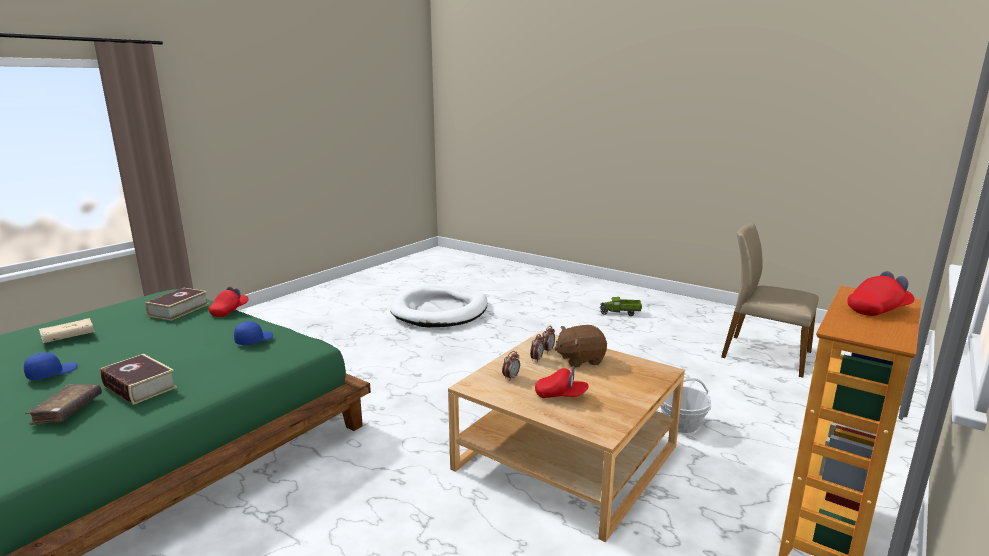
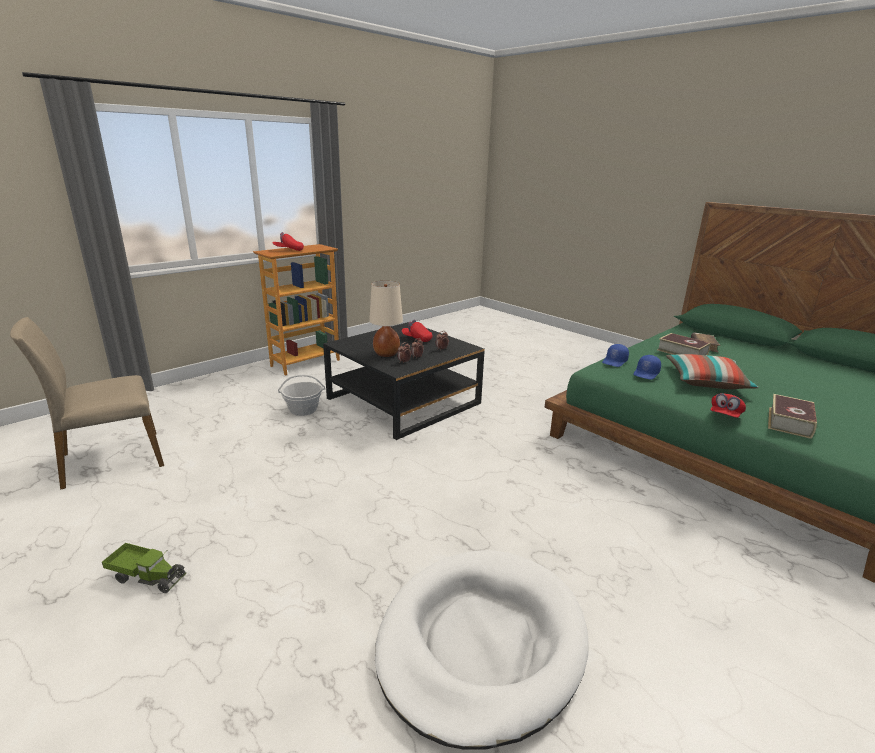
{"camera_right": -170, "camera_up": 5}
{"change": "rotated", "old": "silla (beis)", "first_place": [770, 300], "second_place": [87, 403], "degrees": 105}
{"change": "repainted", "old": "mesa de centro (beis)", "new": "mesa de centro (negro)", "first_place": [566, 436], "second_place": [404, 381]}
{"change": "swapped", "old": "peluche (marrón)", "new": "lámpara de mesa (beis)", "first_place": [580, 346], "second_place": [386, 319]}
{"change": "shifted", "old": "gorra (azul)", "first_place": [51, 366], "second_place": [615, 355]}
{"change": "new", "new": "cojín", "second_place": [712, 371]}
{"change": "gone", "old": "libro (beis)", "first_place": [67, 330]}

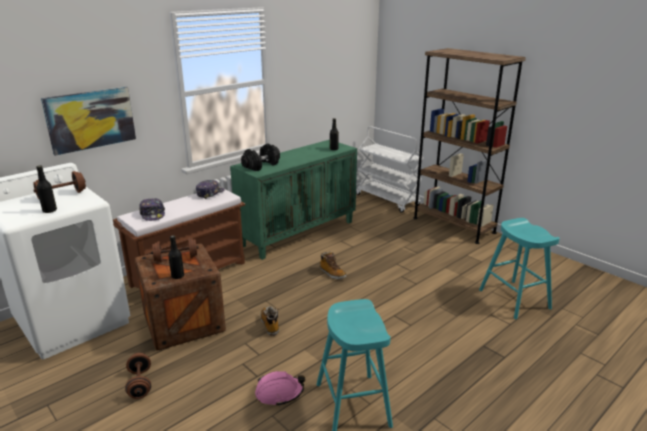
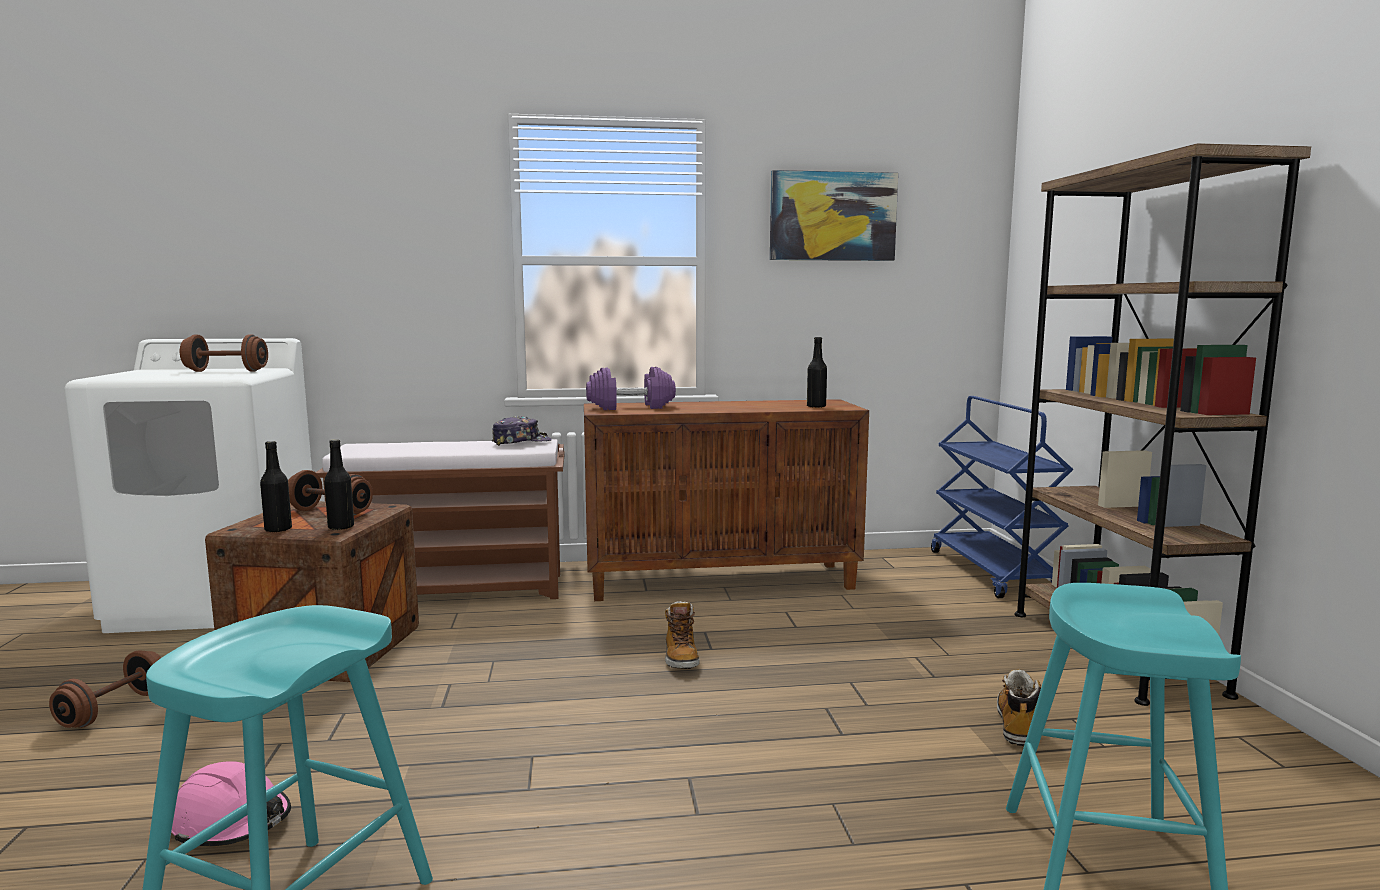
{"camera_right": 35, "camera_up": -15}
{"change": "shifted", "old": "botella (negro)", "first_place": [46, 189], "second_place": [339, 484]}
{"change": "repainted", "old": "armario (verde)", "new": "armario (marrón)", "first_place": [293, 200], "second_place": [726, 500]}
{"change": "repainted", "old": "mancuerna (negro)", "new": "mancuerna (morado)", "first_place": [260, 157], "second_place": [631, 388]}
{"change": "shifted", "old": "cuadro", "first_place": [88, 121], "second_place": [834, 215]}
{"change": "repainted", "old": "carrito (blanco)", "new": "carrito (azul)", "first_place": [389, 169], "second_place": [1002, 497]}
{"change": "shifted", "old": "bota", "first_place": [269, 321], "second_place": [1019, 708]}
{"change": "gone", "old": "gorra", "first_place": [152, 209]}

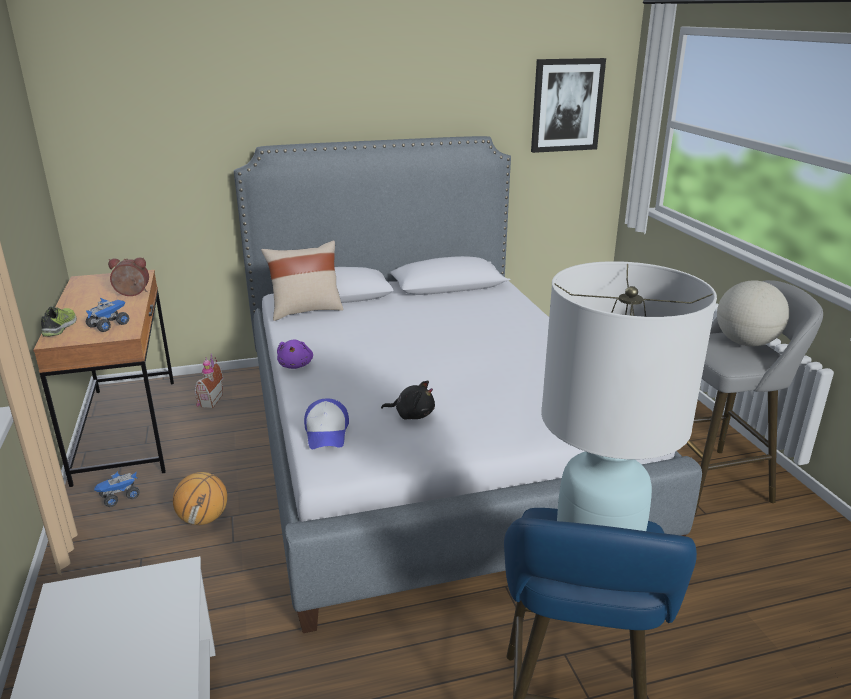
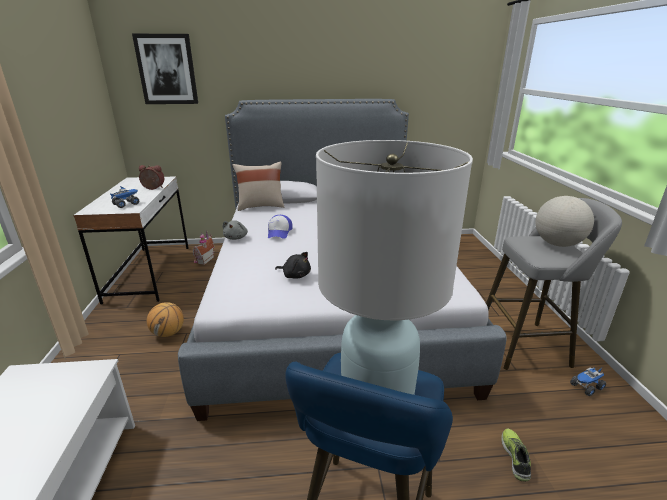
{"camera_right": 10, "camera_up": 0}
{"change": "repainted", "old": "escritorio (marrón)", "new": "escritorio (blanco)", "first_place": [103, 378], "second_place": [131, 240]}
{"change": "shifted", "old": "cuadro", "first_place": [568, 105], "second_place": [165, 69]}
{"change": "repainted", "old": "peluche (morado)", "new": "peluche (gris)", "first_place": [295, 354], "second_place": [235, 230]}
{"change": "shifted", "old": "gorra", "first_place": [326, 424], "second_place": [280, 227]}
{"change": "shifted", "old": "zapato", "first_place": [59, 321], "second_place": [516, 455]}
{"change": "shifted", "old": "camión de juguete", "first_place": [117, 489], "second_place": [588, 382]}

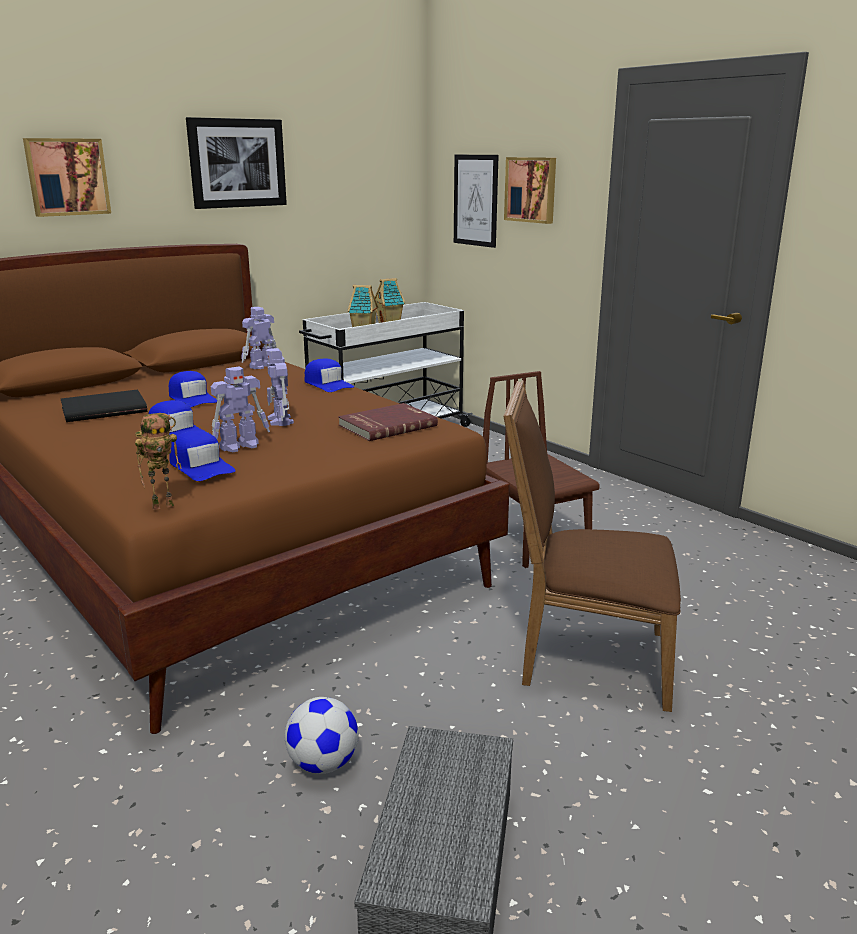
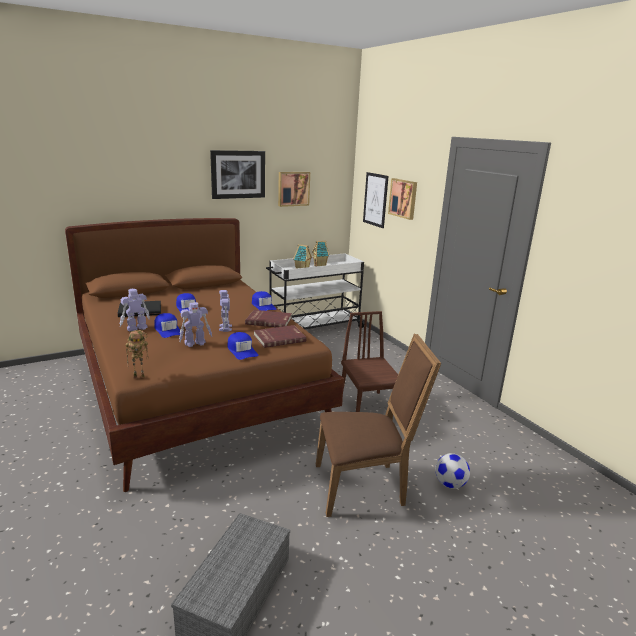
{"camera_right": 10, "camera_up": 0}
{"change": "shifted", "old": "robot de juguete", "first_place": [258, 338], "second_place": [135, 310]}
{"change": "shifted", "old": "gorra (azul)", "first_place": [202, 455], "second_place": [242, 346]}
{"change": "new", "new": "libro (rojo)", "second_place": [268, 319]}
{"change": "shifted", "old": "cuadro", "first_place": [67, 177], "second_place": [294, 189]}
{"change": "rotated", "old": "silla (marrón)", "first_place": [592, 546], "second_place": [378, 425], "degrees": 150}
{"change": "shifted", "old": "balón de fútbol", "first_place": [322, 735], "second_place": [452, 471]}

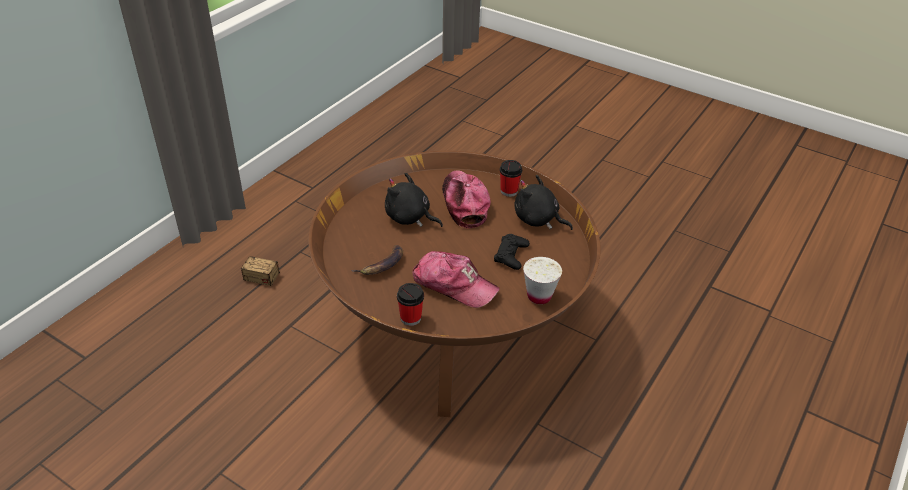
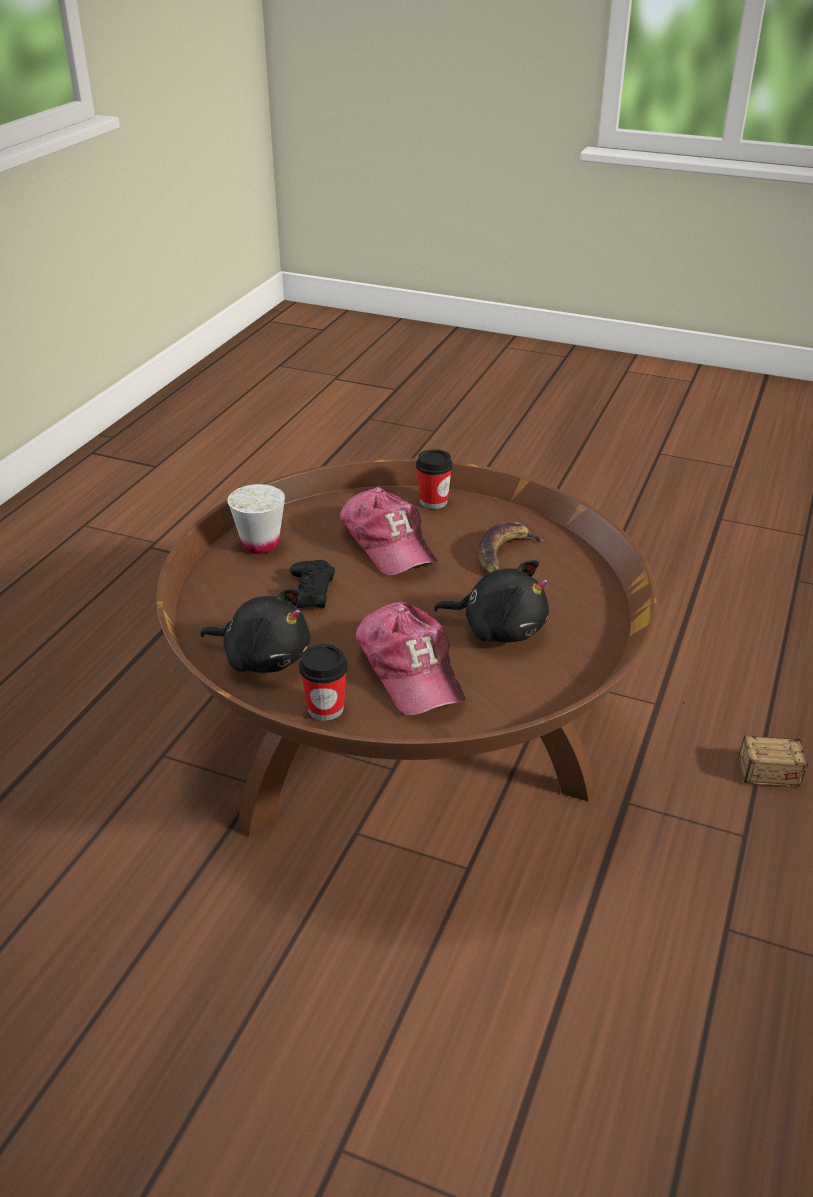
{"camera_right": 170, "camera_up": -5}
{"change": "rotated", "old": "gorra", "first_place": [456, 279], "second_place": [388, 531], "degrees": -135}

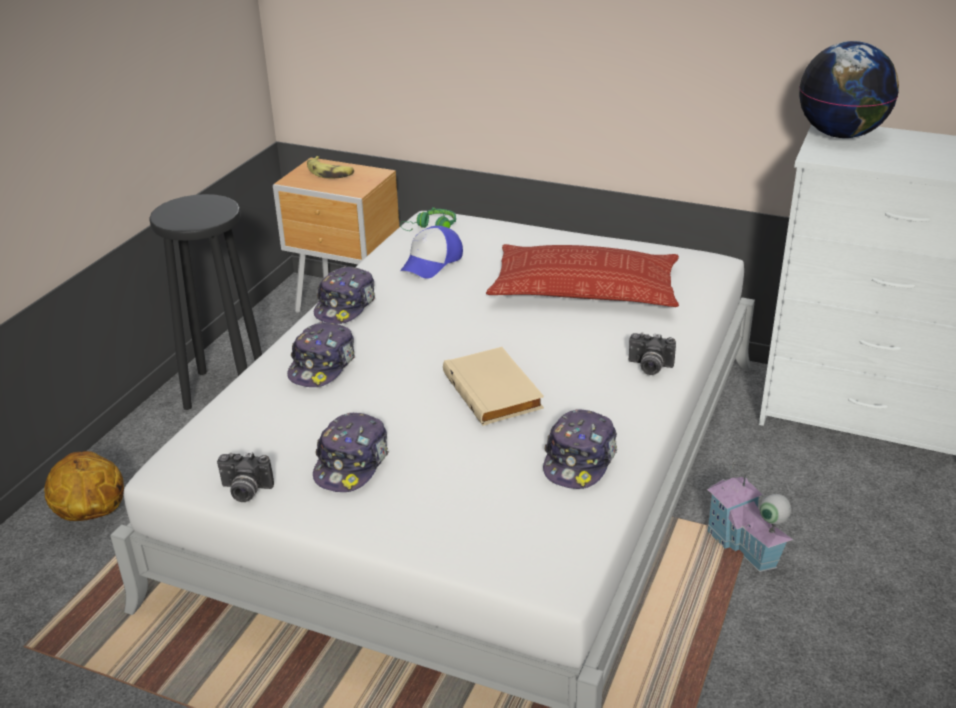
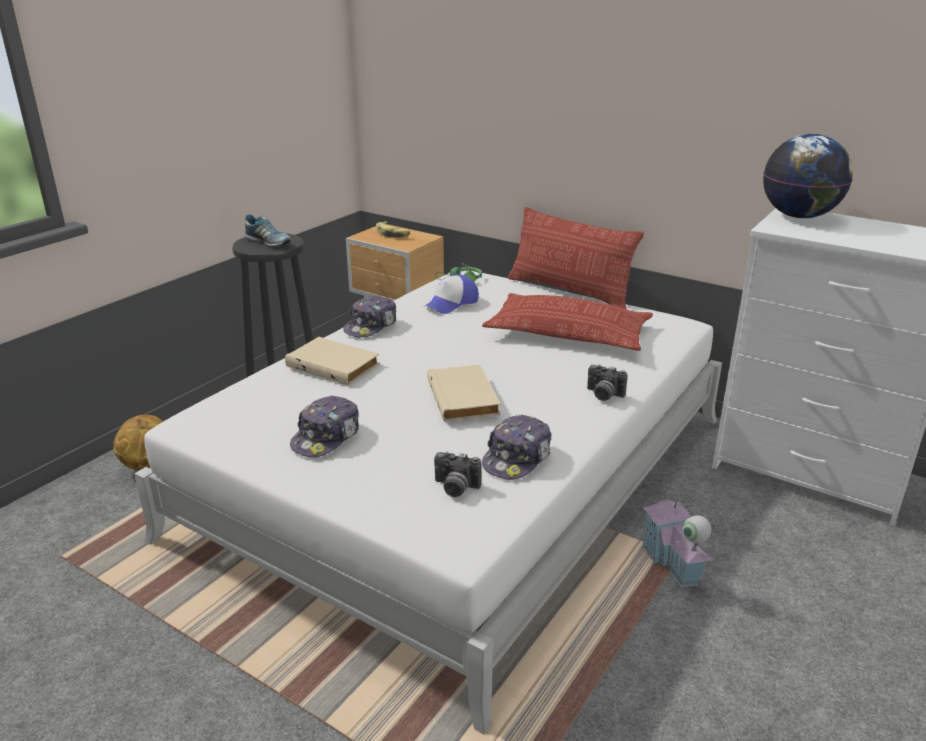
{"camera_right": 10, "camera_up": -5}
{"change": "new", "new": "zapato", "second_place": [267, 230]}
{"change": "swapped", "old": "gorra", "new": "libro (beis)", "first_place": [321, 354], "second_place": [332, 361]}
{"change": "shifted", "old": "cámara", "first_place": [245, 477], "second_place": [457, 474]}
{"change": "new", "new": "cojín", "second_place": [576, 258]}

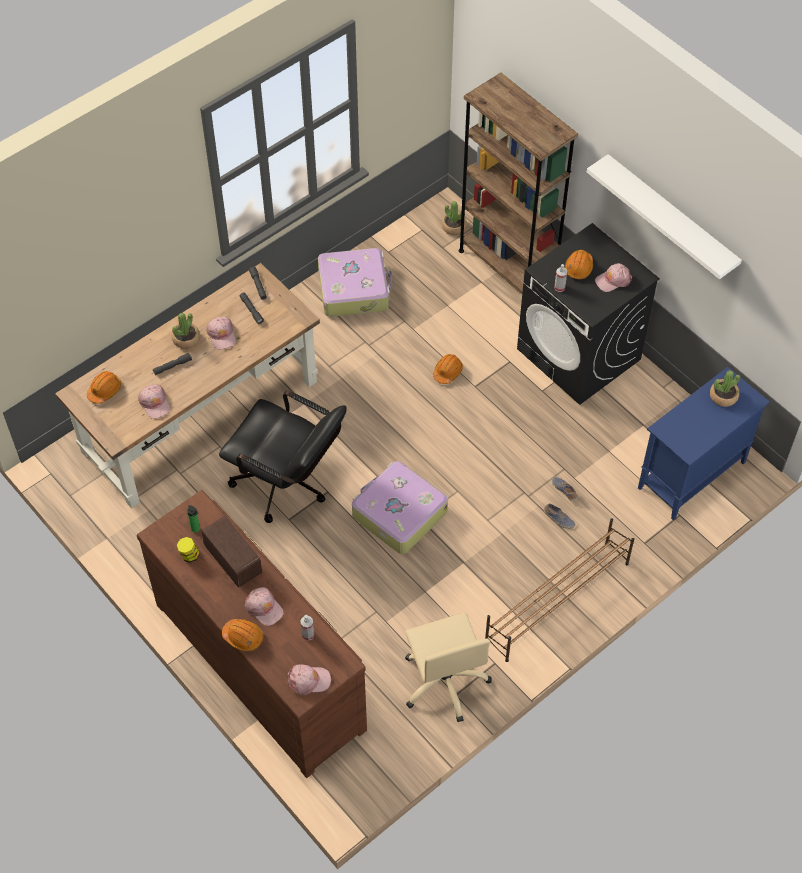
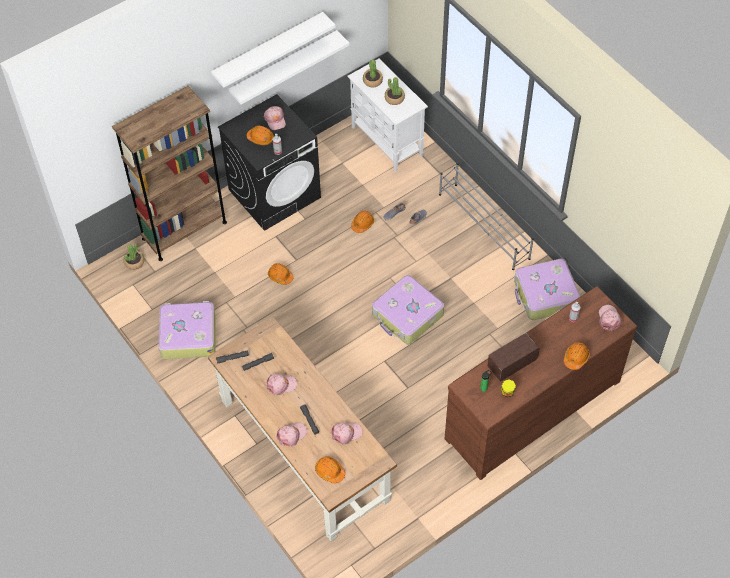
{"camera_right": -85, "camera_up": 0}
{"change": "new", "new": "estante (blanco)", "second_place": [289, 67]}
{"change": "shifted", "old": "gorra (rosa)", "first_place": [264, 606], "second_place": [292, 434]}
{"change": "repainted", "old": "armario (azul)", "new": "armario (blanco)", "first_place": [704, 444], "second_place": [387, 115]}
{"change": "new", "new": "casco (naranja)", "second_place": [362, 221]}
{"change": "shifted", "old": "planta en maceta", "first_place": [186, 331], "second_place": [395, 91]}
{"change": "repainted", "old": "zapatero (marrón)", "new": "zapatero (gris)", "first_place": [559, 590], "second_place": [486, 216]}
{"change": "swapped", "old": "silla de oficina (beis)", "new": "maleta", "first_place": [448, 667], "second_place": [547, 289]}
{"change": "gone", "old": "silla de oficina (negro)", "first_place": [283, 457]}

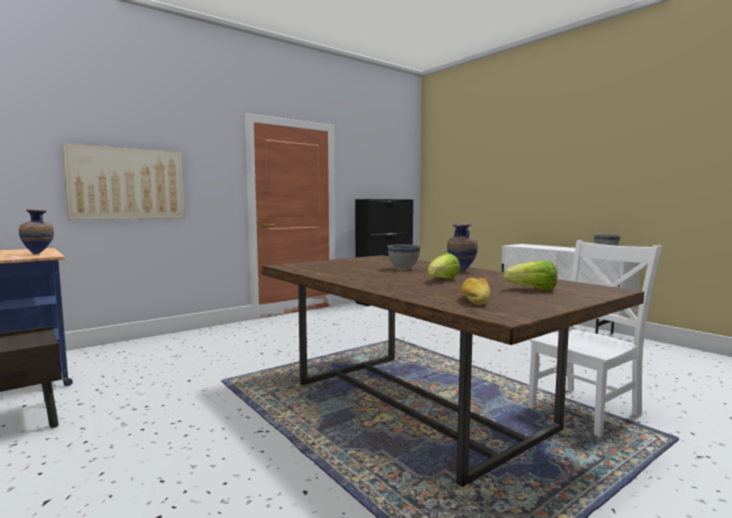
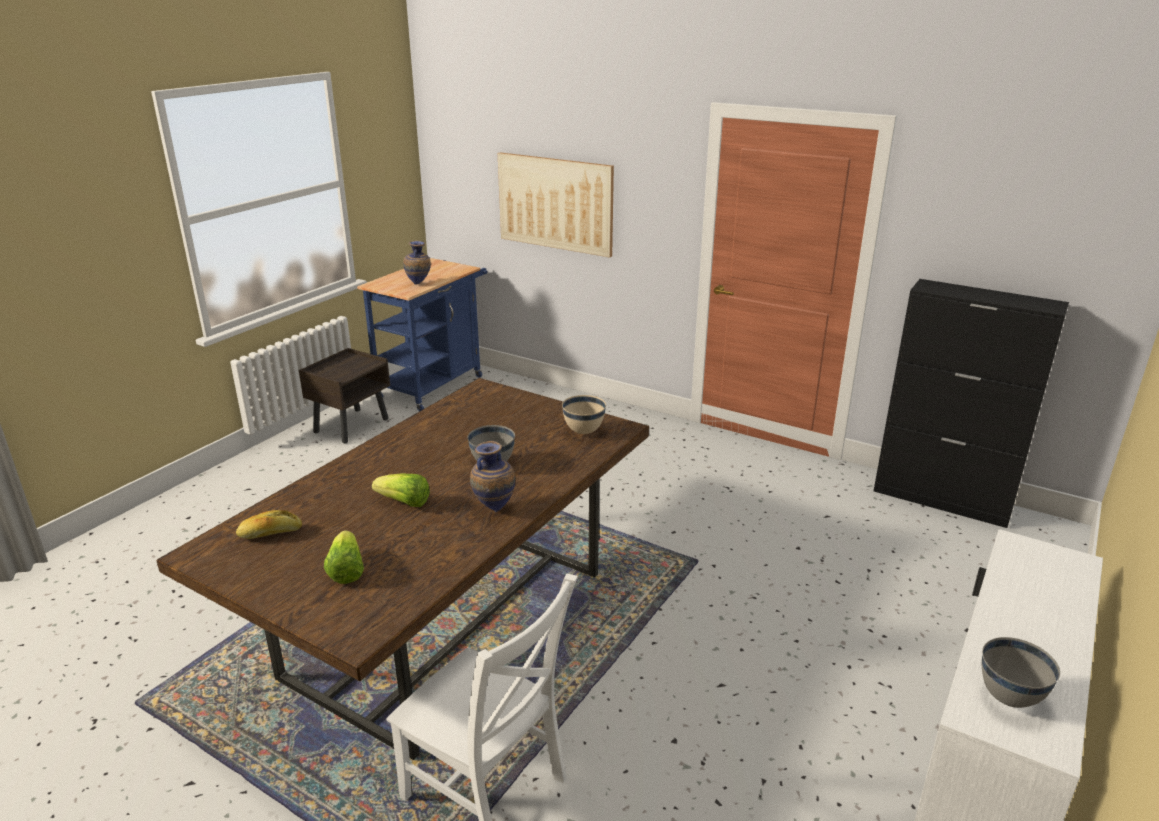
{"camera_right": 70, "camera_up": 20}
{"change": "new", "new": "cuenco (beis)", "second_place": [584, 414]}

